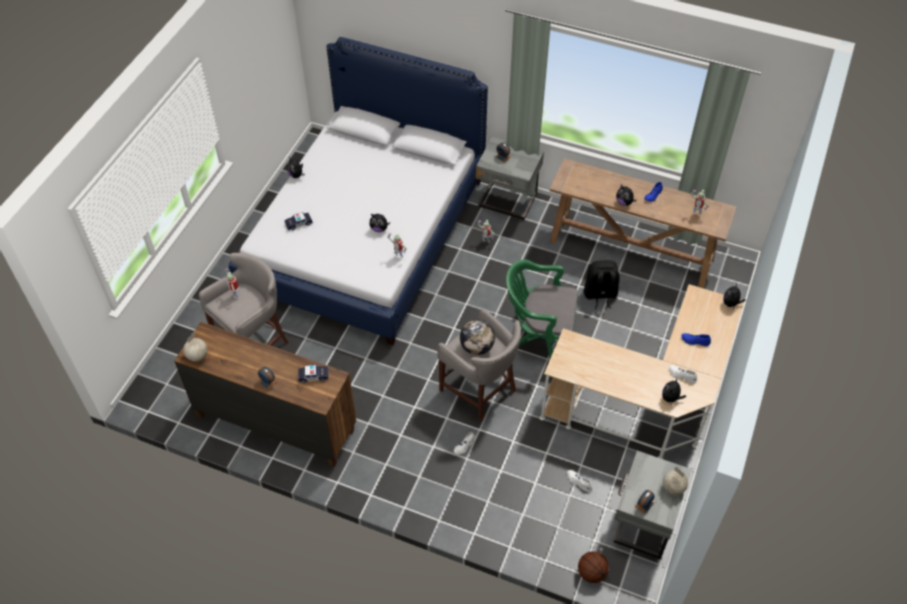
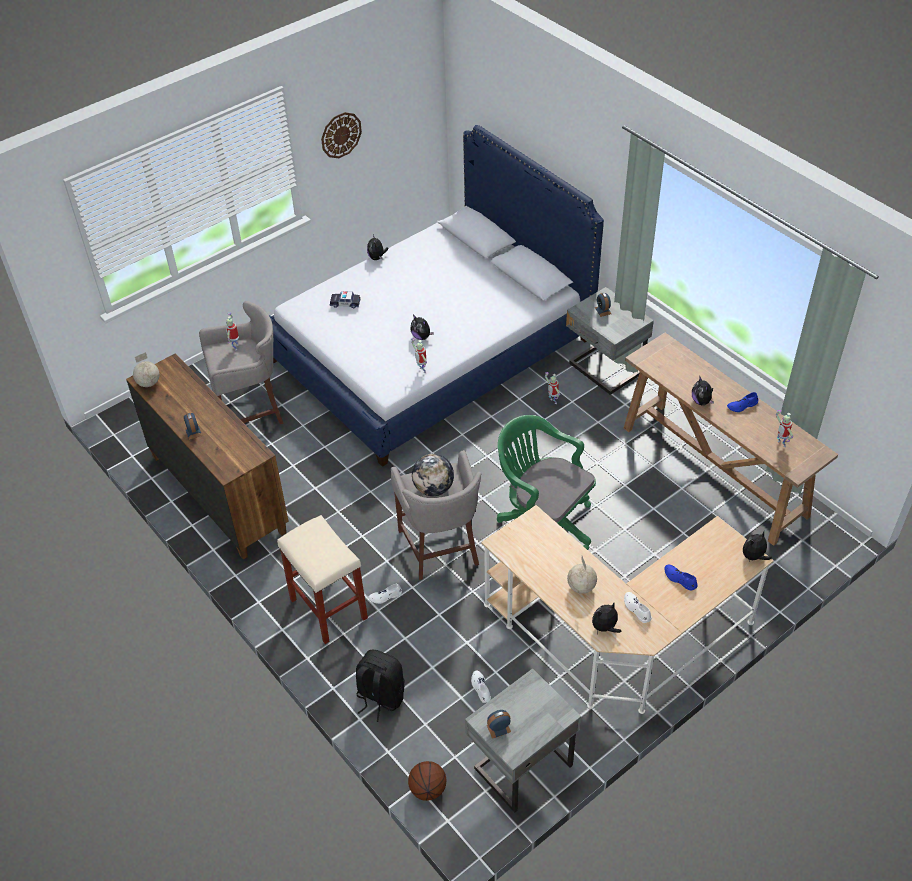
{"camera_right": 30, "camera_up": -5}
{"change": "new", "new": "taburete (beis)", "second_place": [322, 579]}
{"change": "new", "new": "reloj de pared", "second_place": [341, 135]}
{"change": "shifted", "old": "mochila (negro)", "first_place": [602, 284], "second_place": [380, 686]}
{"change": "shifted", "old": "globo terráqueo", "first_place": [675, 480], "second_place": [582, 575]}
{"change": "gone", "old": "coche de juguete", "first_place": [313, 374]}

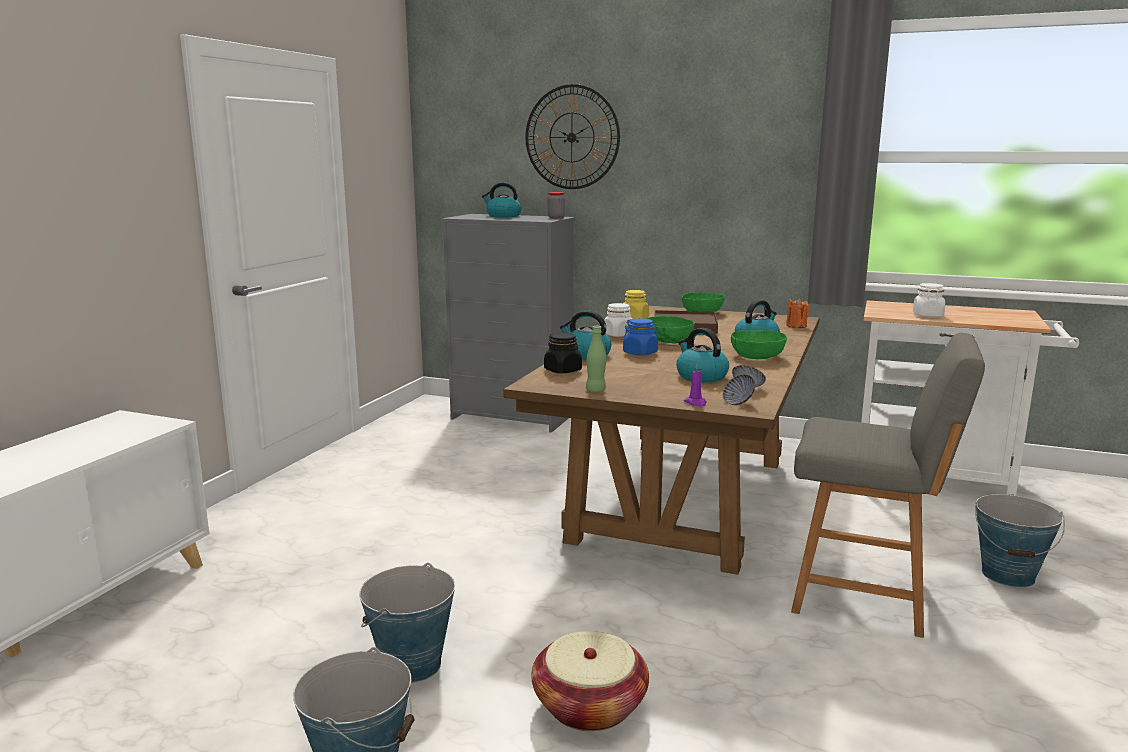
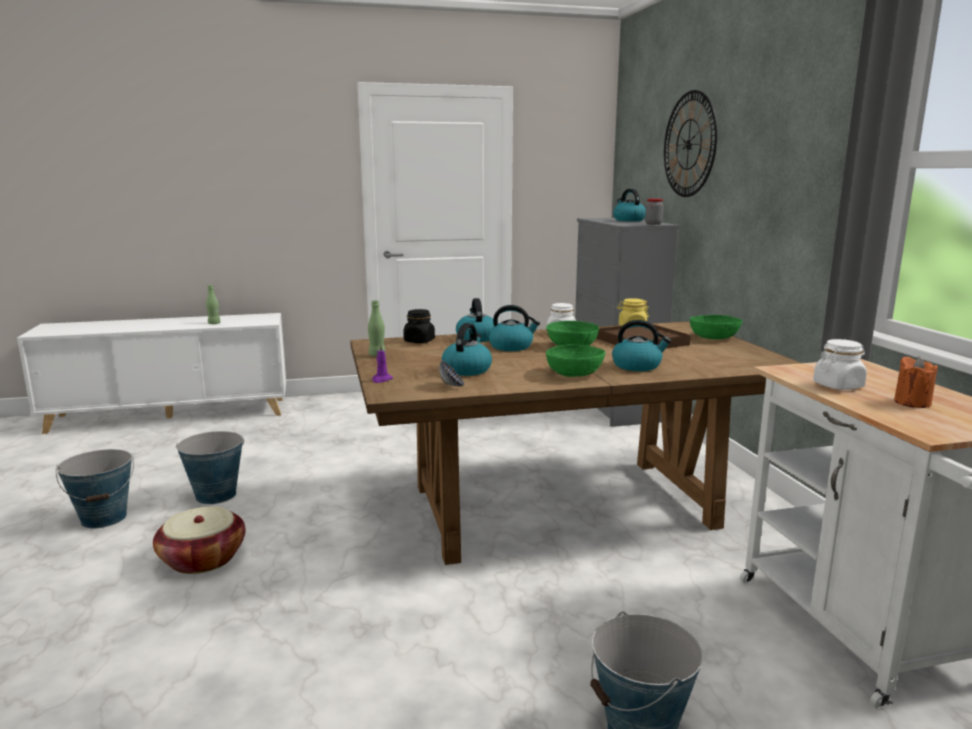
{"camera_right": 55, "camera_up": 0}
{"change": "new", "new": "botella (verde)", "second_place": [213, 304]}
{"change": "swapped", "old": "tarro (azul)", "new": "hervidor", "first_place": [641, 336], "second_place": [514, 328]}
{"change": "shifted", "old": "vela (naranja)", "first_place": [797, 313], "second_place": [916, 382]}
{"change": "gone", "old": "cuenco", "first_place": [738, 389]}
{"change": "gone", "old": "silla (gris)", "first_place": [888, 485]}

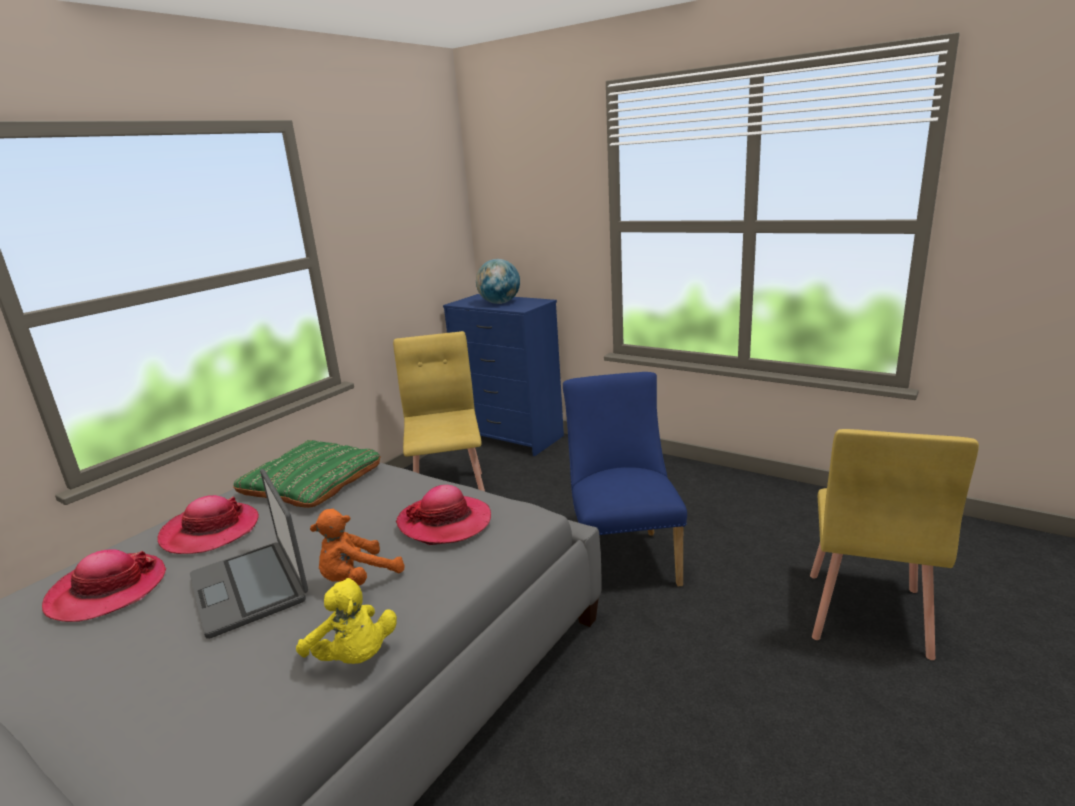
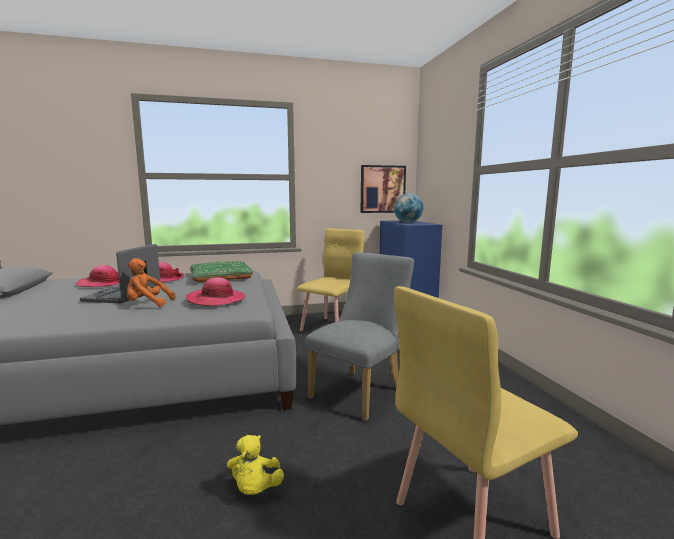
{"camera_right": 40, "camera_up": -10}
{"change": "shifted", "old": "peluche (amarillo)", "first_place": [346, 621], "second_place": [255, 465]}
{"change": "repainted", "old": "silla (azul)", "new": "silla (gris)", "first_place": [625, 479], "second_place": [359, 336]}
{"change": "new", "new": "cuadro", "second_place": [383, 189]}

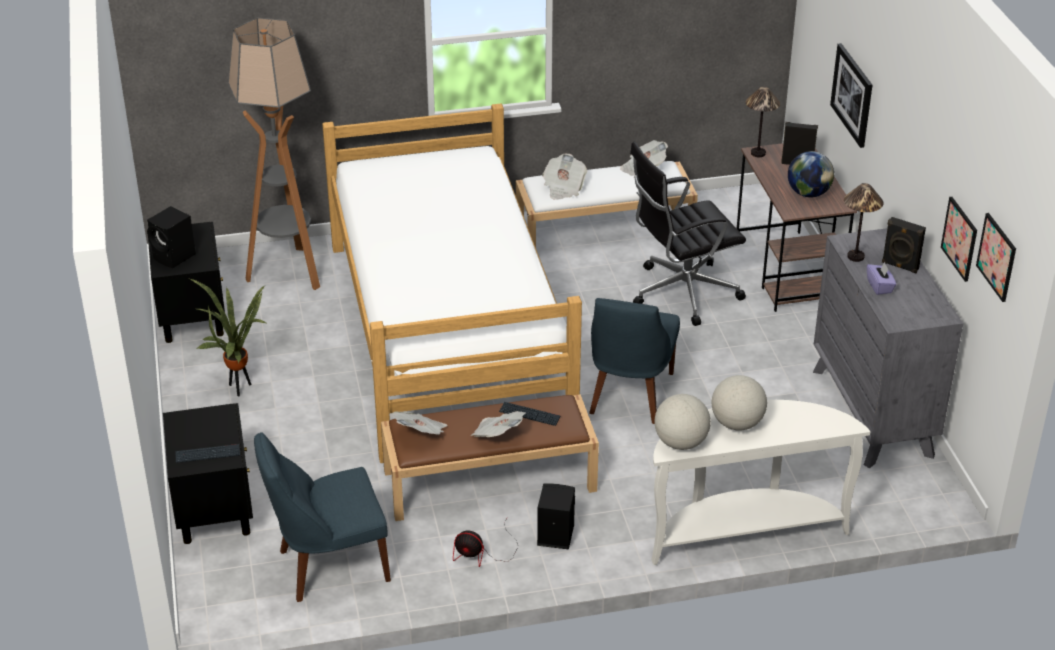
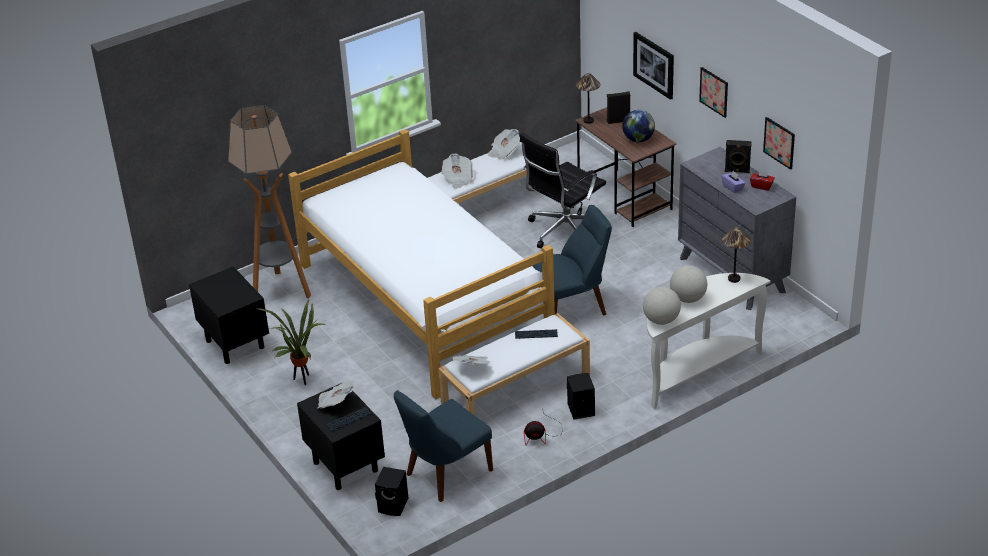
{"camera_right": -20, "camera_up": 0}
{"change": "shifted", "old": "periódico", "first_place": [498, 424], "second_place": [335, 395]}
{"change": "shifted", "old": "altavoz (negro)", "first_place": [171, 237], "second_place": [391, 491]}
{"change": "repainted", "old": "banco (marrón)", "new": "banco (blanco)", "first_place": [490, 457], "second_place": [514, 364]}
{"change": "rotated", "old": "silla (azul)", "first_place": [634, 361], "second_place": [572, 260], "degrees": -105}
{"change": "shifted", "old": "cuadro", "first_place": [996, 257], "second_place": [713, 92]}
{"change": "shifted", "old": "lámpara de mesa", "first_place": [863, 222], "second_place": [736, 255]}
{"change": "new", "new": "caja de pañuelos (rojo)", "second_place": [762, 180]}

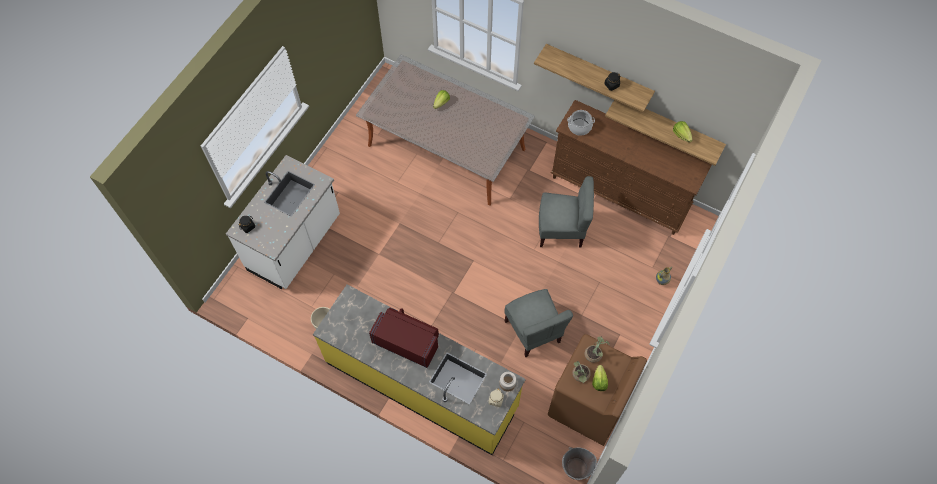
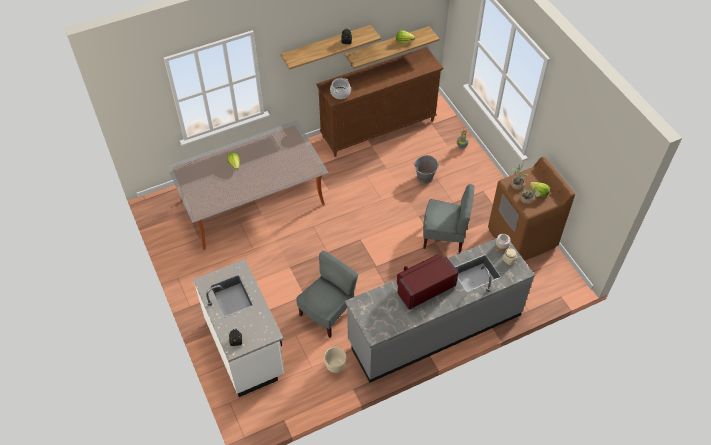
{"camera_right": -55, "camera_up": -10}
{"change": "shifted", "old": "silla (gris)", "first_place": [566, 211], "second_place": [327, 294]}
{"change": "repainted", "old": "mueble bajo de cocina (amarillo)", "new": "mueble bajo de cocina (gris)", "first_place": [419, 369], "second_place": [440, 310]}
{"change": "shifted", "old": "cubo (gris)", "first_place": [579, 463], "second_place": [426, 169]}

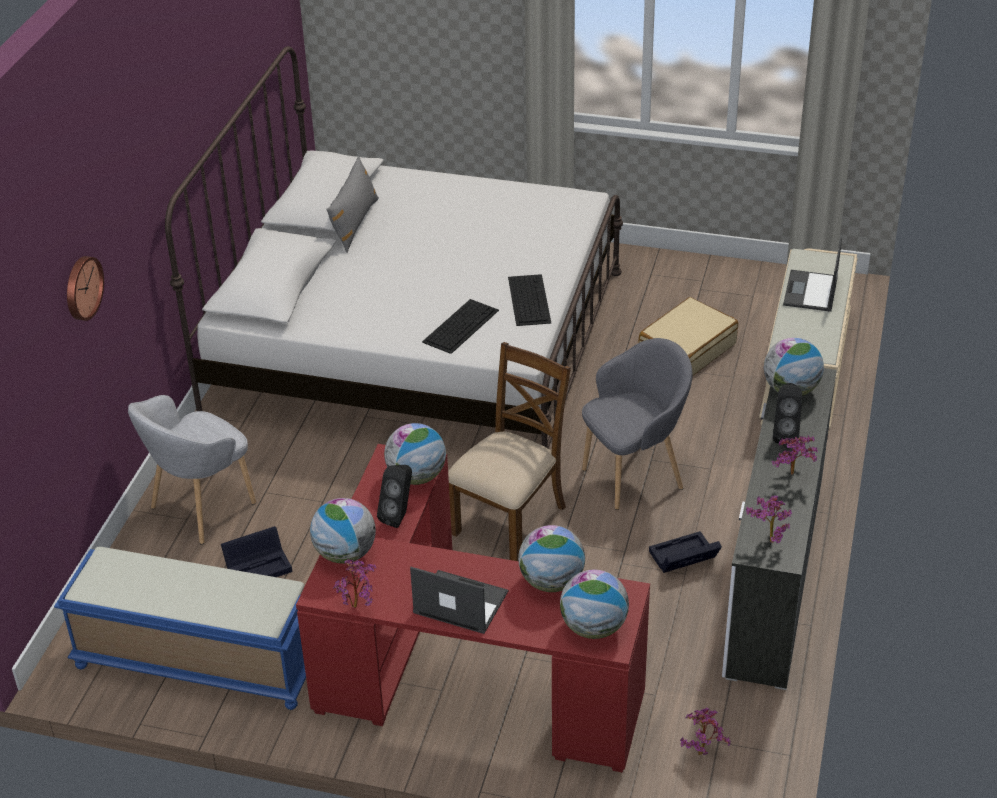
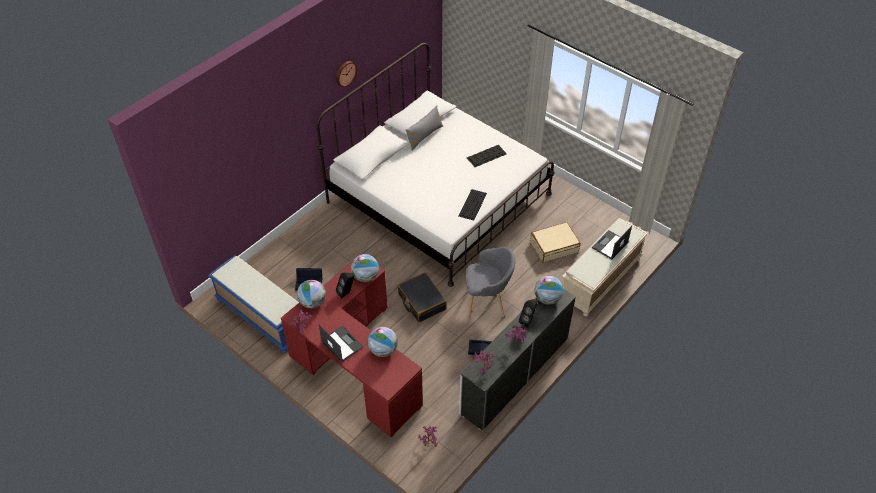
{"camera_right": 25, "camera_up": 10}
{"change": "shifted", "old": "reloj de pared", "first_place": [85, 288], "second_place": [346, 74]}
{"change": "swapped", "old": "silla (marrón)", "new": "maleta (negro)", "first_place": [509, 451], "second_place": [422, 297]}
{"change": "shifted", "old": "teclado", "first_place": [460, 326], "second_place": [487, 156]}
{"change": "gone", "old": "sillón (gris)", "first_place": [192, 470]}
{"change": "gone", "old": "globo terráqueo", "first_place": [594, 604]}

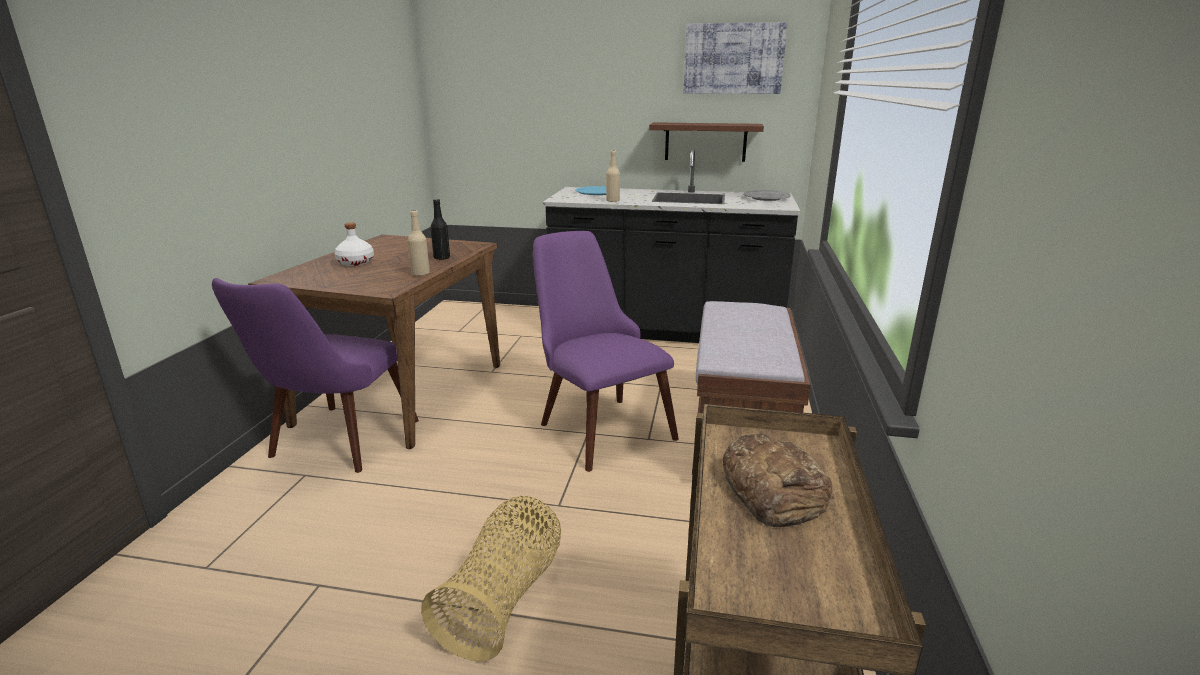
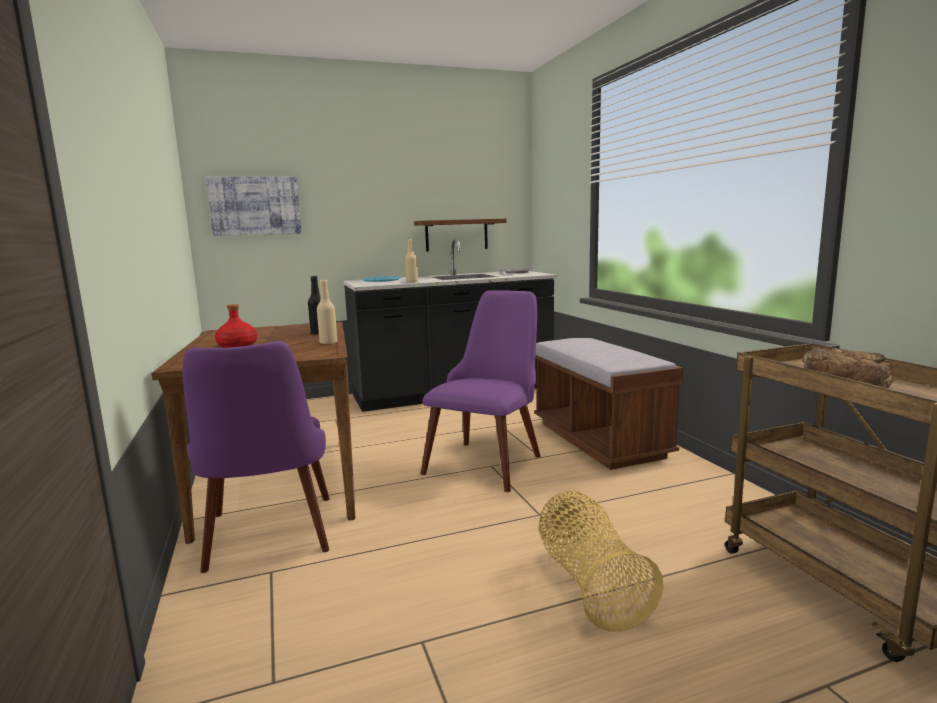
{"camera_right": -30, "camera_up": -10}
{"change": "shifted", "old": "cuadro", "first_place": [736, 58], "second_place": [253, 206]}
{"change": "repainted", "old": "botella (blanco)", "new": "botella (rojo)", "first_place": [354, 244], "second_place": [236, 326]}
{"change": "rotated", "old": "silla (morado)", "first_place": [606, 351], "second_place": [481, 391], "degrees": 90}

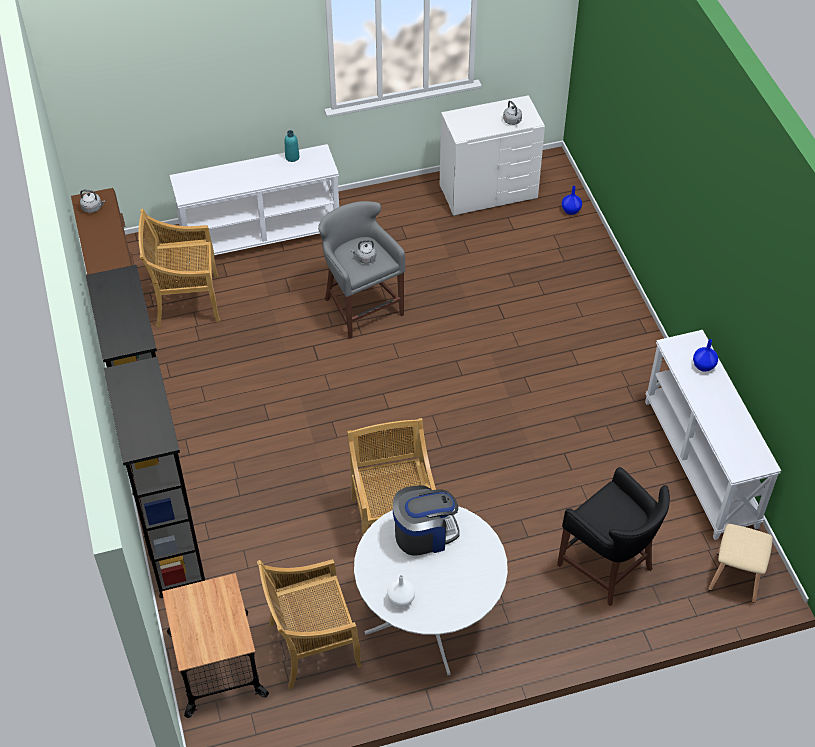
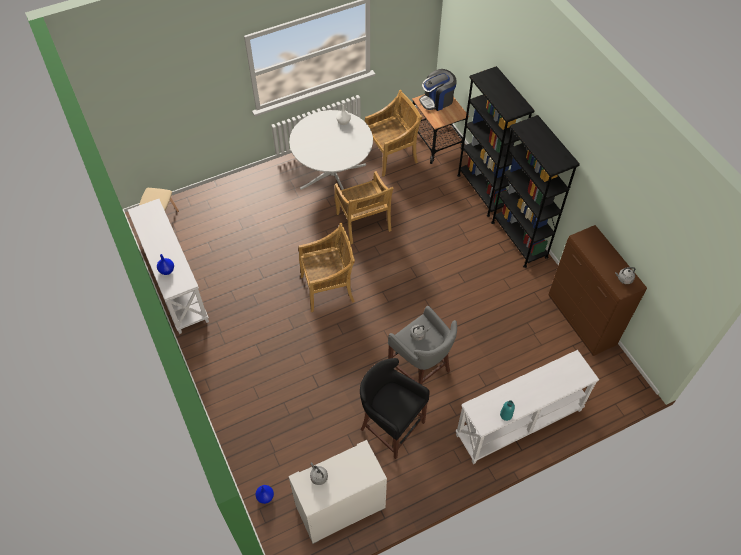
{"camera_right": 170, "camera_up": 5}
{"change": "shifted", "old": "silla (beis)", "first_place": [179, 268], "second_place": [327, 267]}
{"change": "shifted", "old": "taburete (negro)", "first_place": [613, 536], "second_place": [394, 408]}
{"change": "shifted", "old": "cafetera", "first_place": [426, 520], "second_place": [438, 90]}

